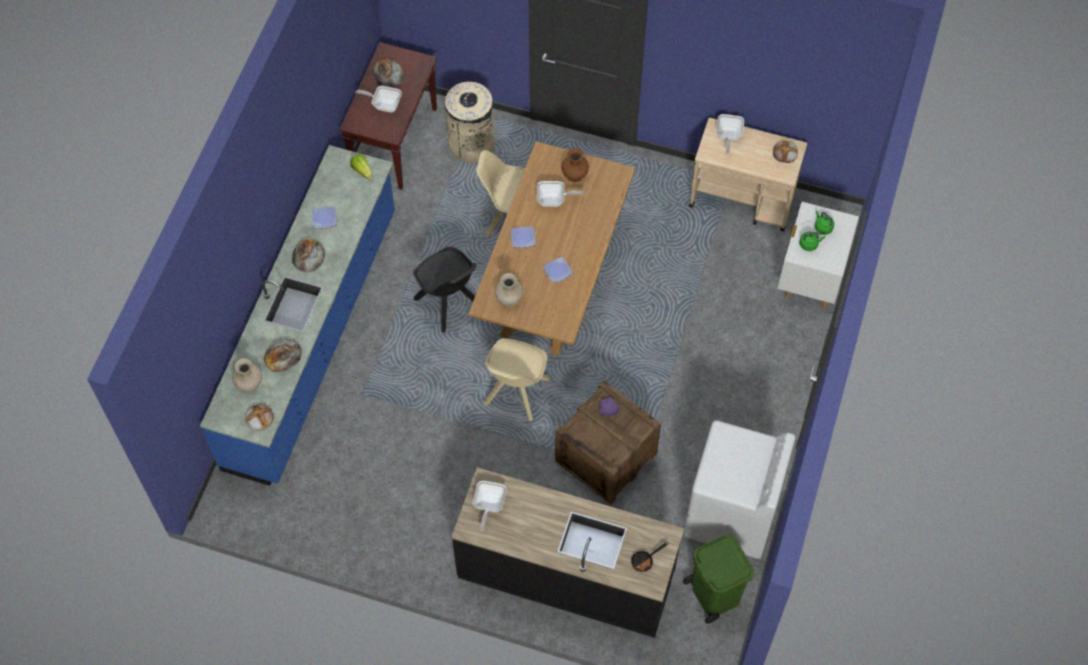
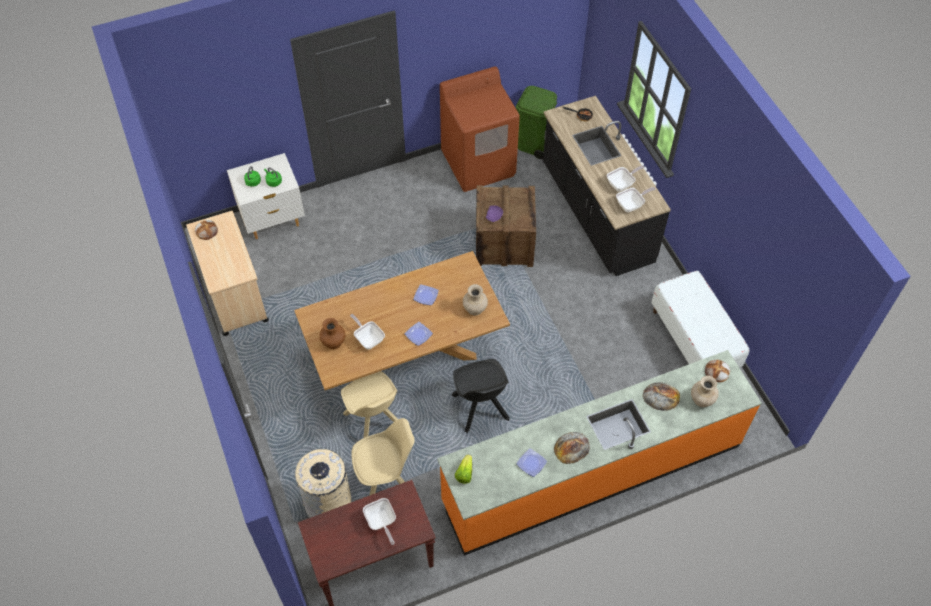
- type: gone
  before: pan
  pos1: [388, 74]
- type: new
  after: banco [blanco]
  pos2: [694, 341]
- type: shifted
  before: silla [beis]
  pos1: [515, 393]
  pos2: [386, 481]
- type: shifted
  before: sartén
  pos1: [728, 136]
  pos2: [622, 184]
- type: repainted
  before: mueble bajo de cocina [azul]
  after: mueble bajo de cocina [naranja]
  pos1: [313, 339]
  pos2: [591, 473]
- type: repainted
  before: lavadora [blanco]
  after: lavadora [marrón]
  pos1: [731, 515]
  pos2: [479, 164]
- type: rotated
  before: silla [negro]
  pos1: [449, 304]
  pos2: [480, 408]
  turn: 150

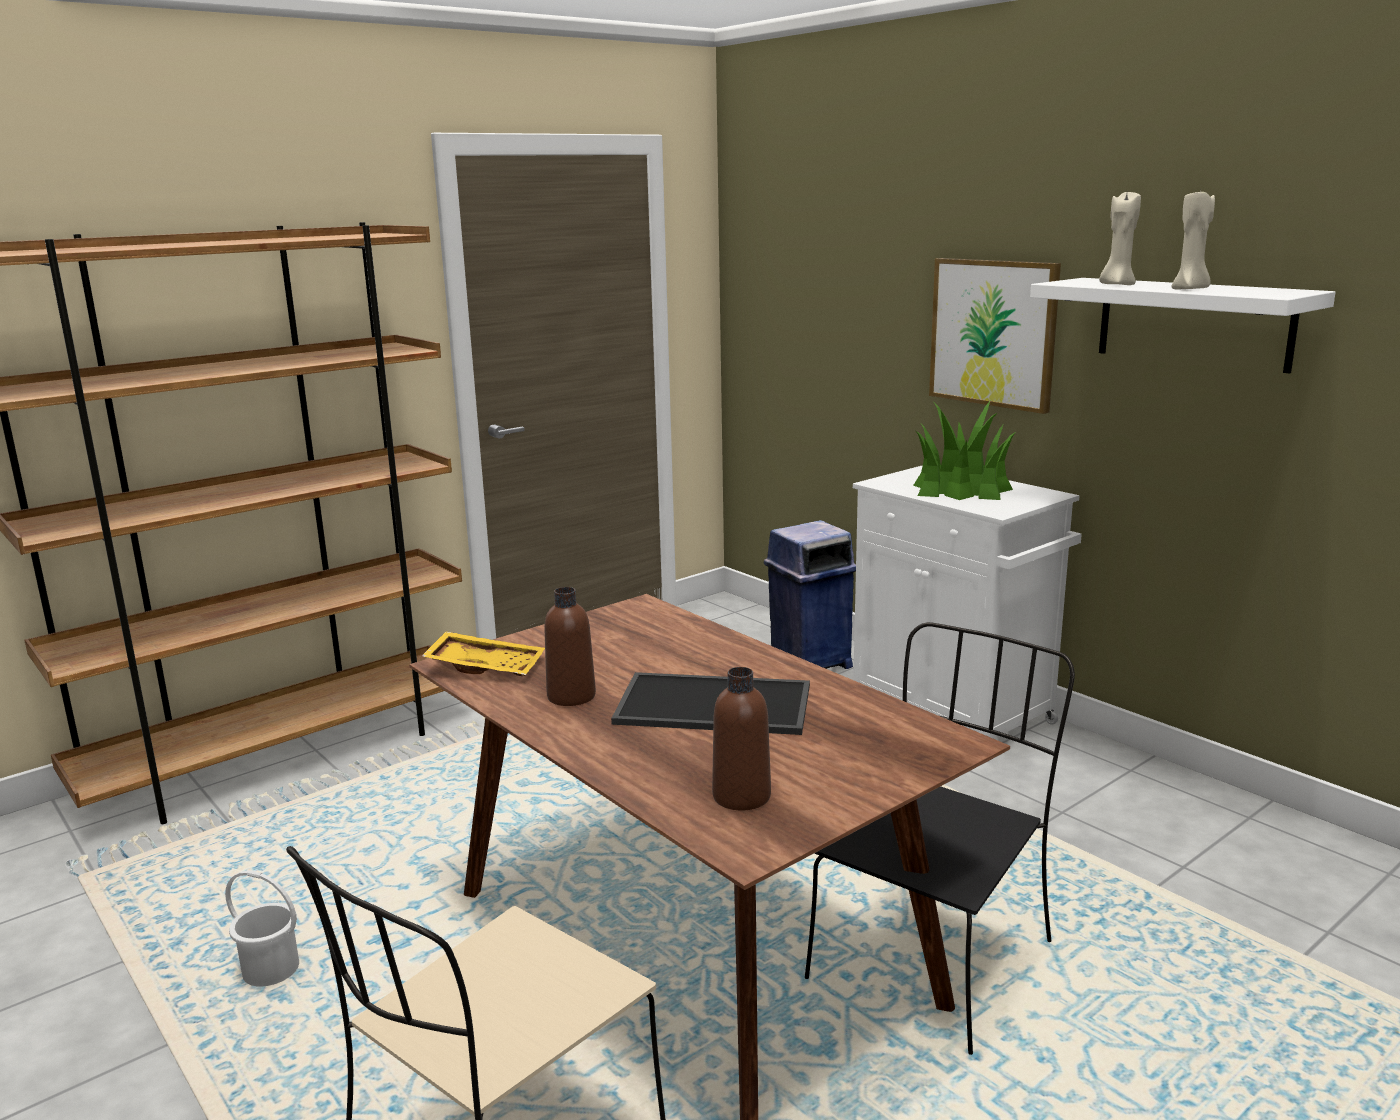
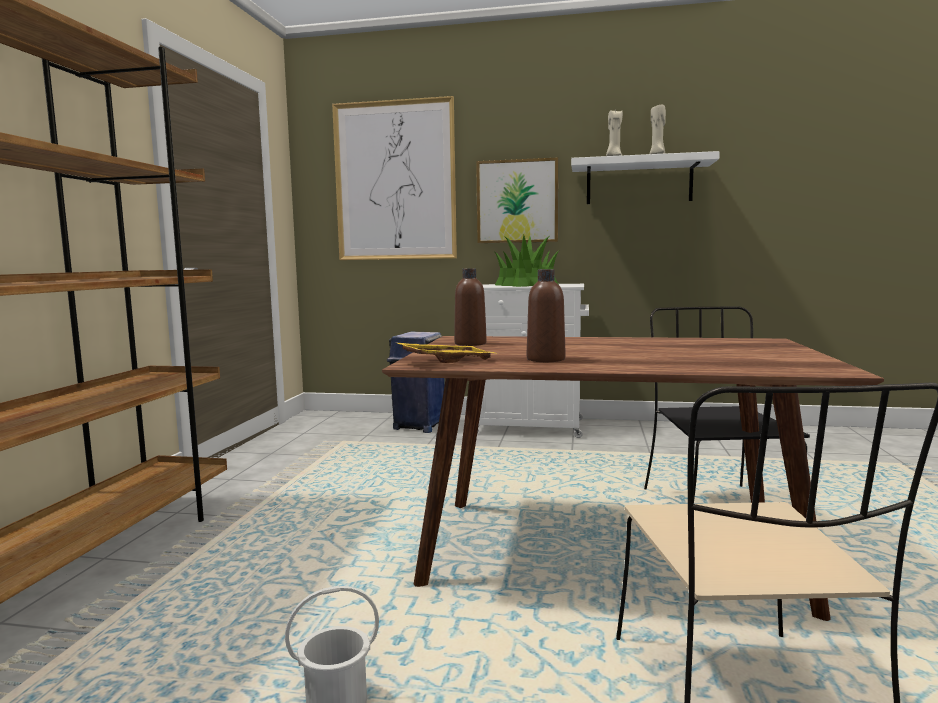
- type: gone
  before: bandeja
  pos1: [711, 706]
- type: new
  after: cuadro
  pos2: [395, 181]
- type: shifted
  before: botella [marrón]
  pos1: [741, 796]
  pos2: [470, 344]

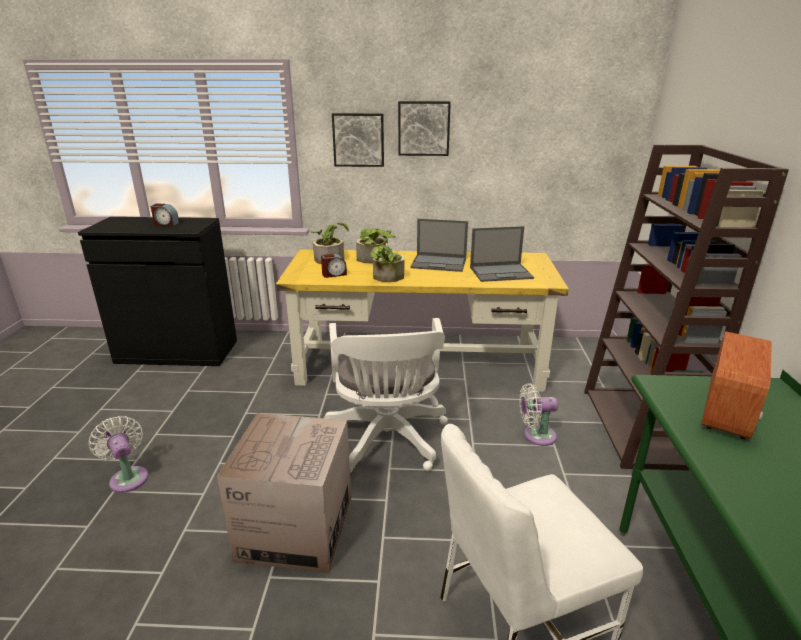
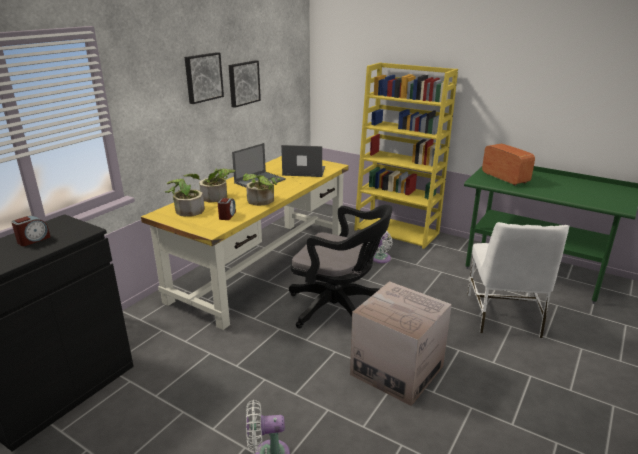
- type: shifted
  before: cuadro
  pos1: [358, 140]
  pos2: [243, 83]
- type: repainted
  before: silla de oficina [blanco]
  after: silla de oficina [negro]
  pos1: [388, 441]
  pos2: [339, 309]
- type: repainted
  before: estantería [marrón]
  after: estantería [amarillo]
  pos1: [636, 428]
  pos2: [397, 231]
- type: rotated
  before: portátil
  pos1: [501, 273]
  pos2: [303, 171]
  turn: -105

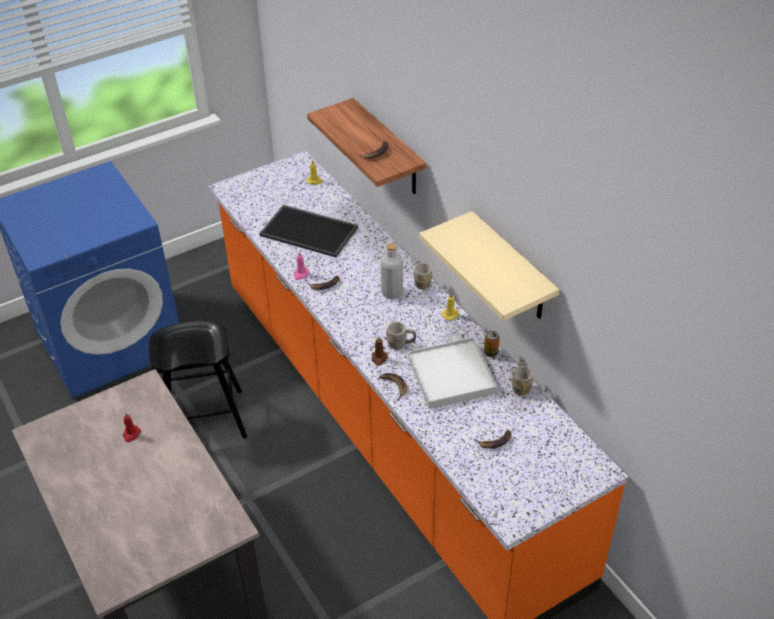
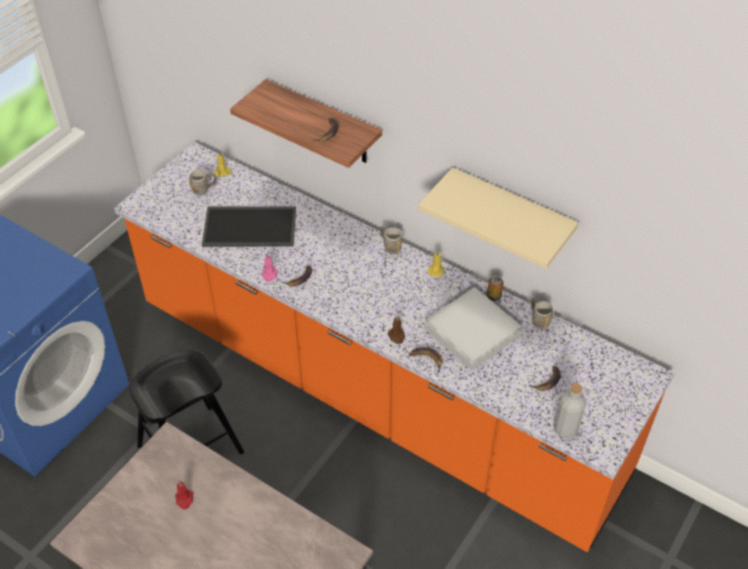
- type: shifted
  before: botella [gris]
  pos1: [392, 292]
  pos2: [565, 429]
- type: shifted
  before: taza grande [gris]
  pos1: [401, 344]
  pos2: [204, 189]

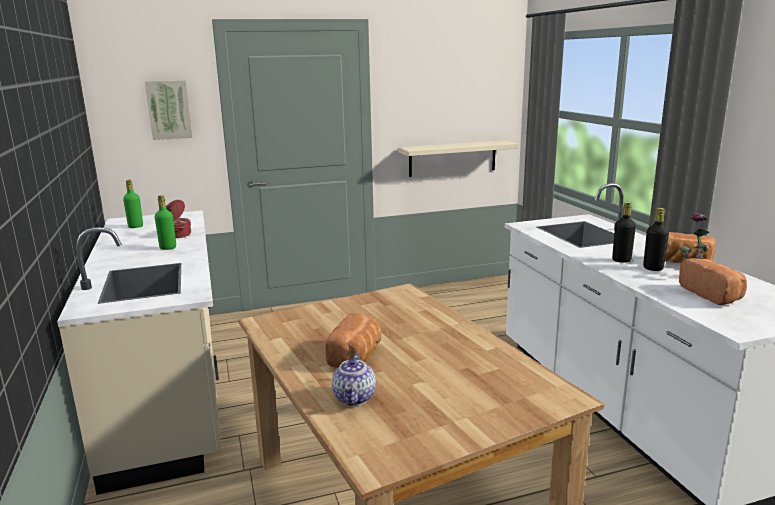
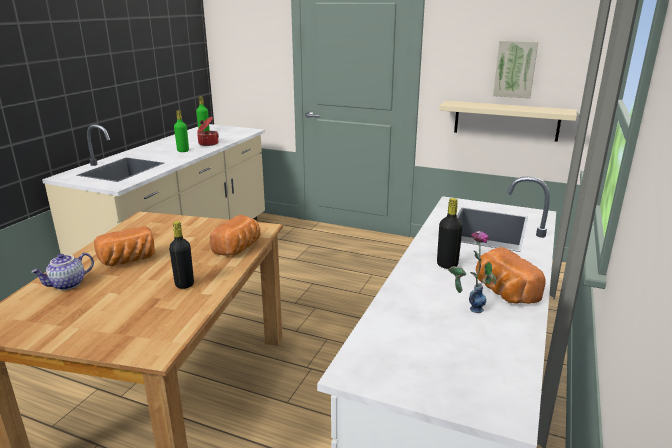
- type: shifted
  before: cuadro
  pos1: [169, 109]
  pos2: [515, 69]
- type: shifted
  before: botella [negro]
  pos1: [653, 268]
  pos2: [184, 284]
- type: shifted
  before: pan
  pos1: [713, 295]
  pos2: [239, 248]

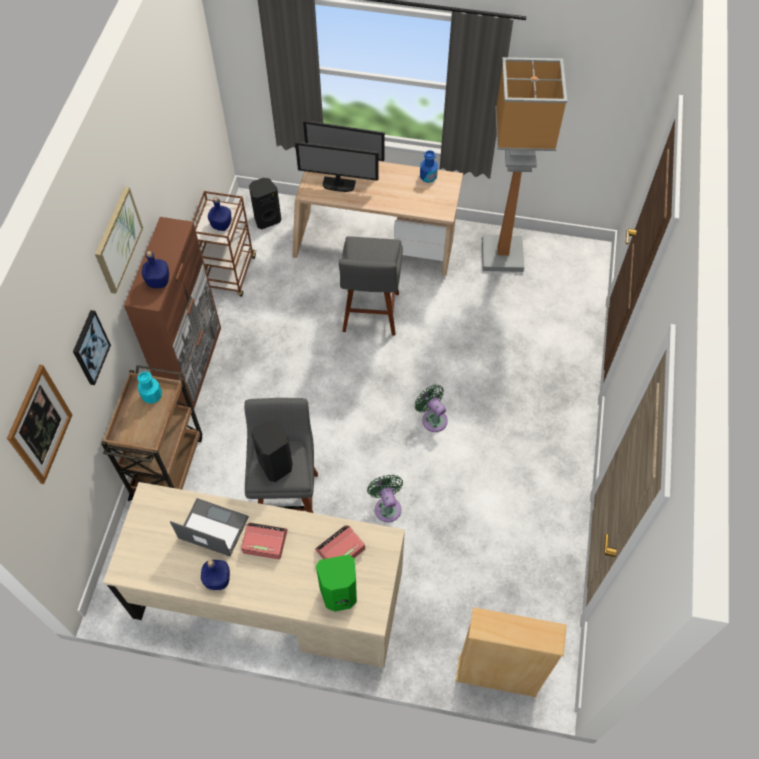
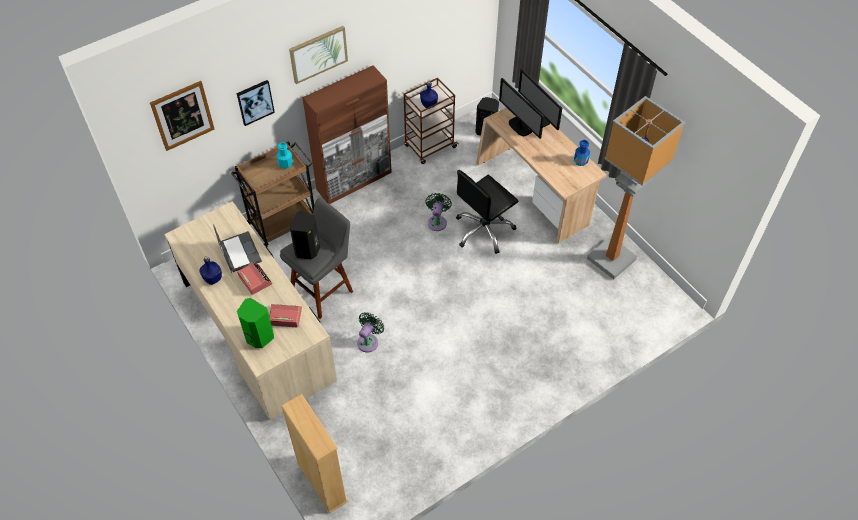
- type: gone
  before: botella [azul]
  pos1: [158, 281]
- type: shifted
  before: ventilador [verde]
  pos1: [432, 418]
  pos2: [437, 221]
- type: swapped
  before: taburete [gris]
  after: silla de oficina [negro]
  pos1: [370, 315]
  pos2: [484, 230]

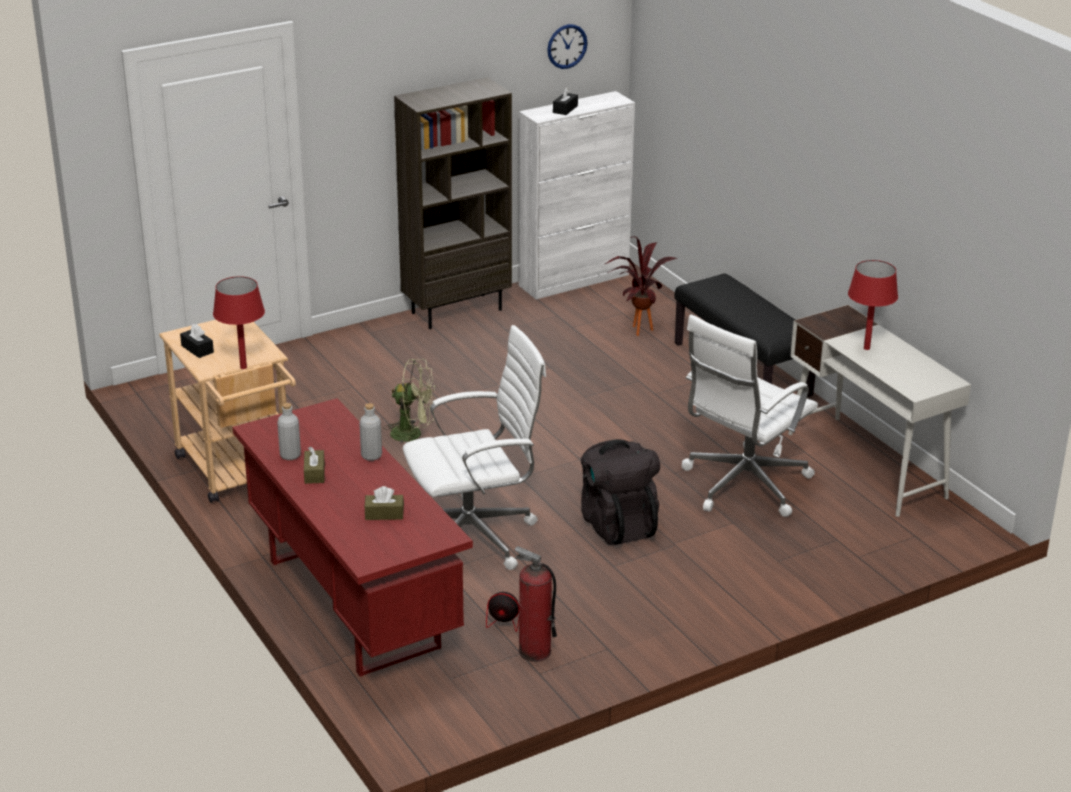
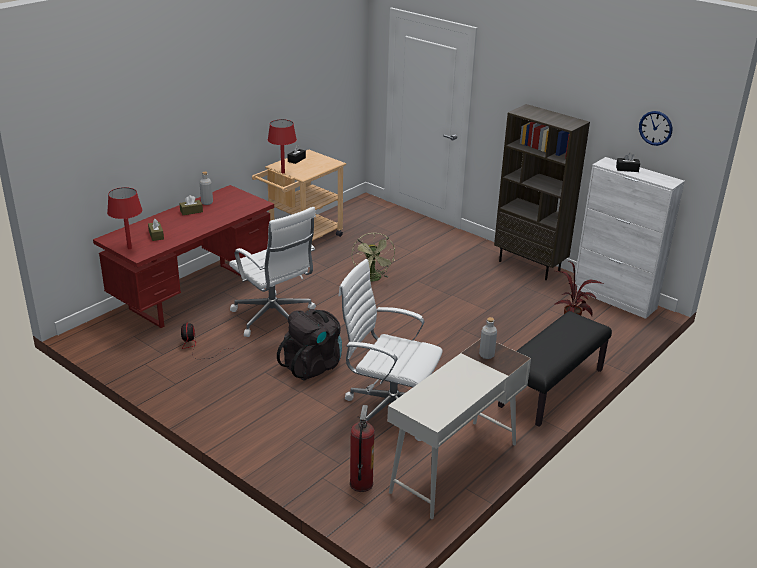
- type: shifted
  before: botella [gris]
  pos1: [371, 456]
  pos2: [486, 355]
- type: shifted
  before: extintor
  pos1: [534, 651]
  pos2: [361, 483]
- type: shifted
  before: lámpara de mesa [rojo]
  pos1: [866, 348]
  pos2: [129, 248]

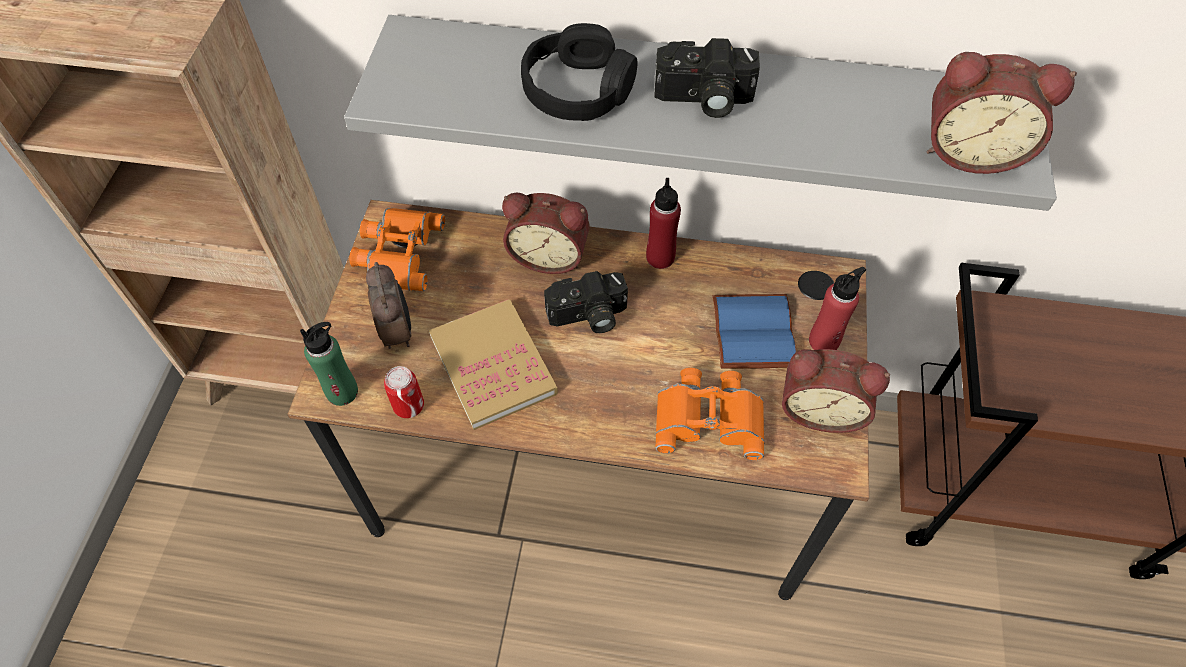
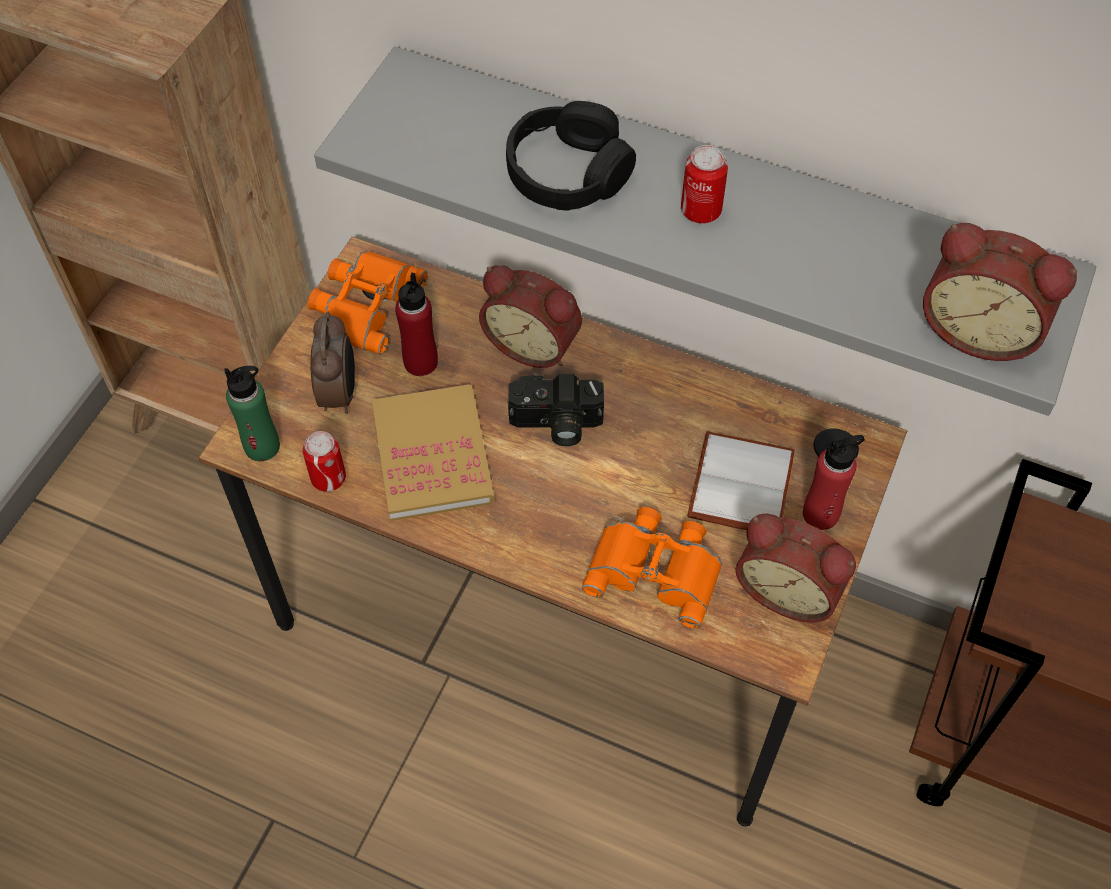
- type: shifted
  before: botella [rojo]
  pos1: [660, 257]
  pos2: [420, 362]
- type: swapped
  before: cámara
  after: lata
  pos1: [703, 100]
  pos2: [700, 211]
- type: repainted
  before: libro [azul]
  after: libro [blanco]
  pos1: [750, 331]
  pos2: [738, 483]

